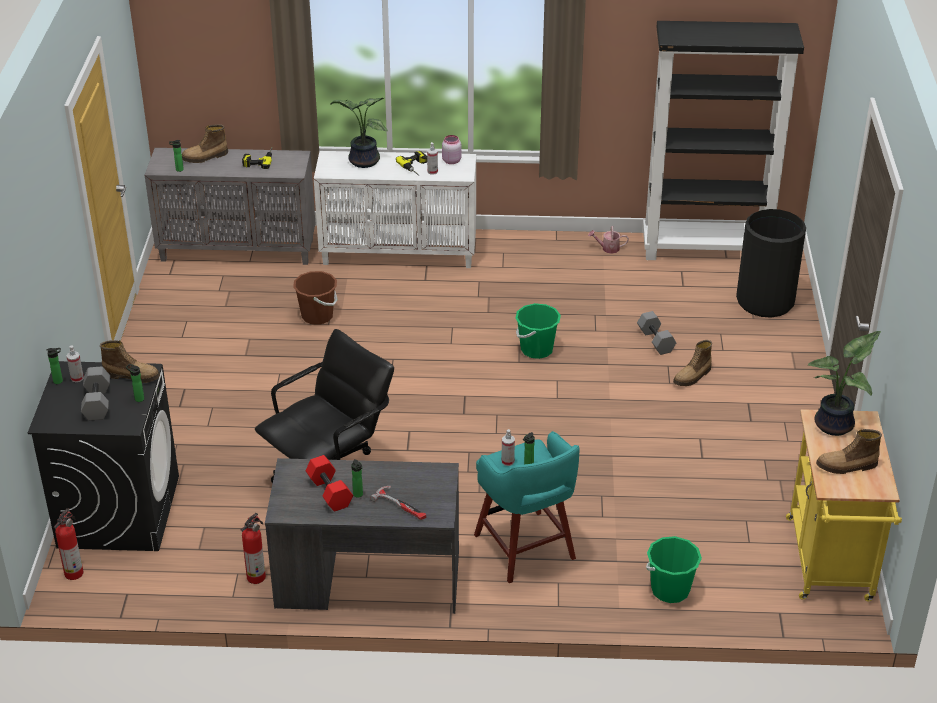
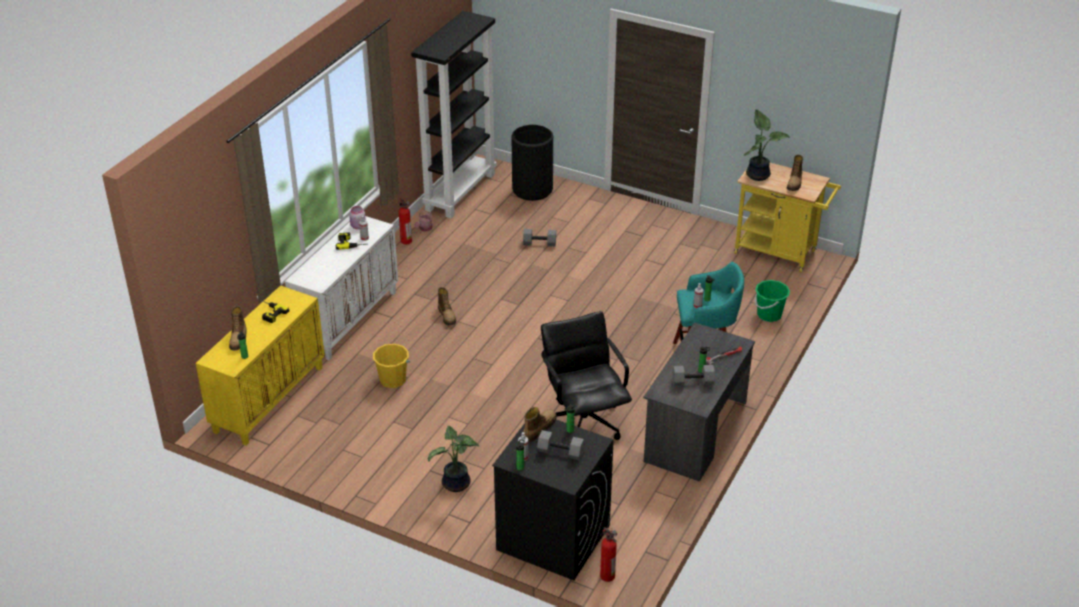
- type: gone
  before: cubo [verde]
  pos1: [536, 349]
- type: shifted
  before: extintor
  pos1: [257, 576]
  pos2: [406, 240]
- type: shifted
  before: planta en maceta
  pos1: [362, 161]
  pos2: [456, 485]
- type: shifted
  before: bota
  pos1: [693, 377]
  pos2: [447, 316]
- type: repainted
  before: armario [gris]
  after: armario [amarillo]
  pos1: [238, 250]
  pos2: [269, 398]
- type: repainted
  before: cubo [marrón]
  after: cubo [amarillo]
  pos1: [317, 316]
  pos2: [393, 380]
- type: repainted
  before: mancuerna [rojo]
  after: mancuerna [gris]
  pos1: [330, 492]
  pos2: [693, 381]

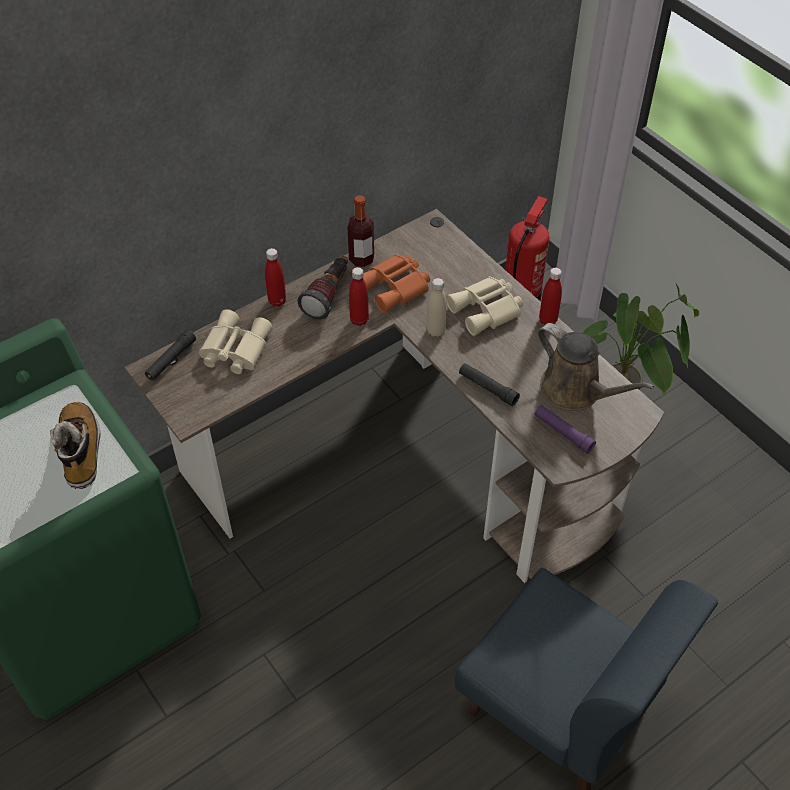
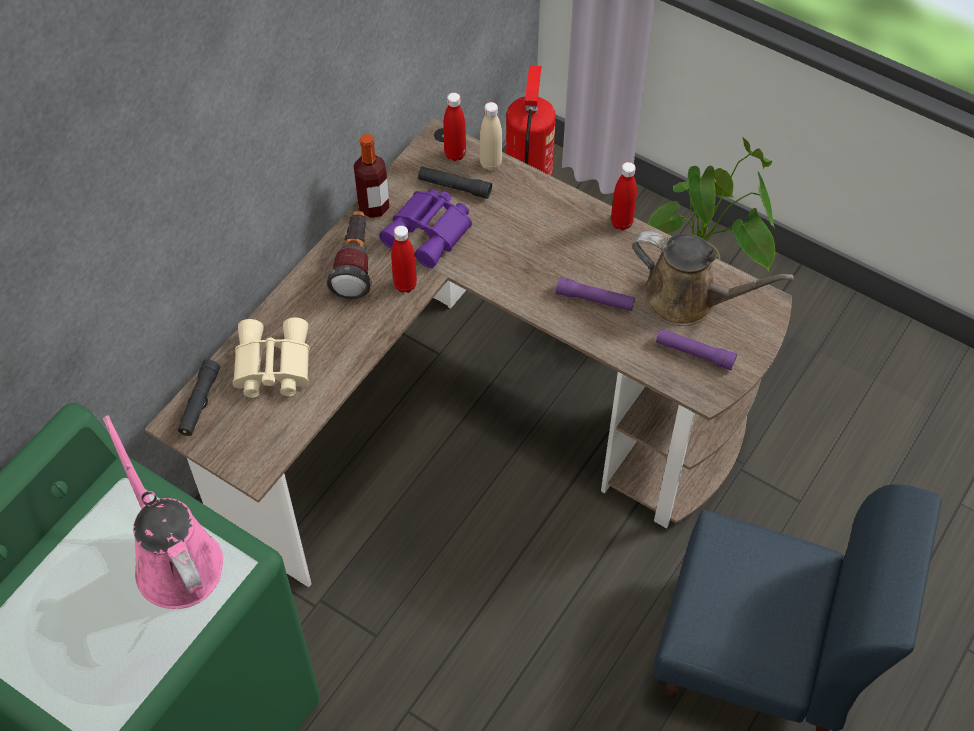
- type: gone
  before: prismáticos [beis]
  pos1: [487, 311]
- type: new
  after: linterna [morado]
  pos2: [595, 300]
- type: shifted
  before: botella [rojo]
  pos1: [277, 301]
  pos2: [455, 154]
- type: shifted
  before: botella [beis]
  pos1: [435, 331]
  pos2: [490, 164]
- type: shifted
  before: linterna [negro]
  pos1: [488, 388]
  pos2: [454, 187]
- type: swapped
  before: bota
  after: regadera [rosa]
  pos1: [81, 451]
  pos2: [174, 559]
- type: repainted
  before: prismáticos [naranja]
  after: prismáticos [morado]
  pos1: [396, 288]
  pos2: [430, 232]

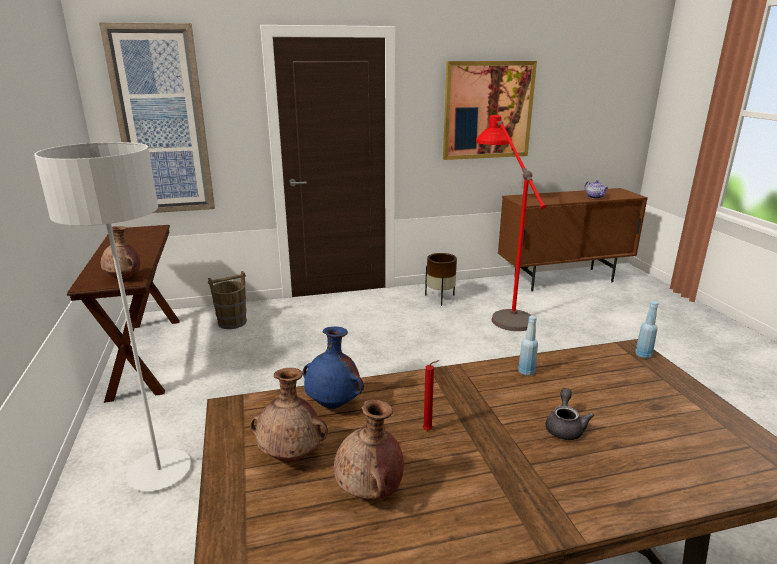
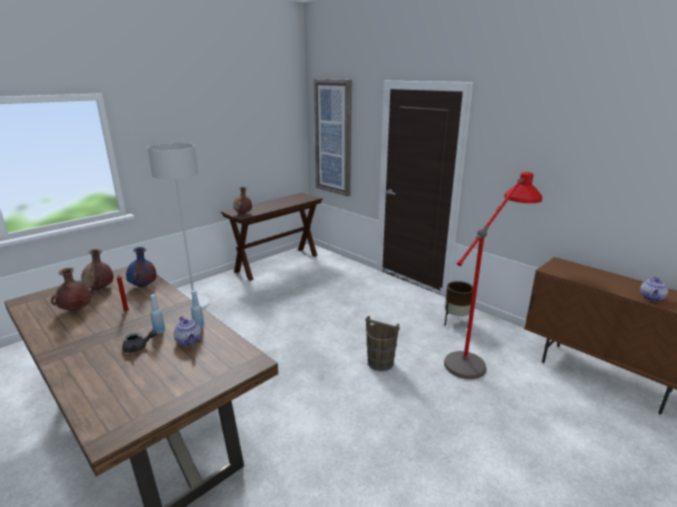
- type: gone
  before: cuadro
  pos1: [488, 110]
- type: new
  after: tetera
  pos2: [189, 341]
- type: shifted
  before: cubo [marrón]
  pos1: [232, 322]
  pos2: [380, 362]
- type: shifted
  before: botella [azul]
  pos1: [643, 355]
  pos2: [159, 331]

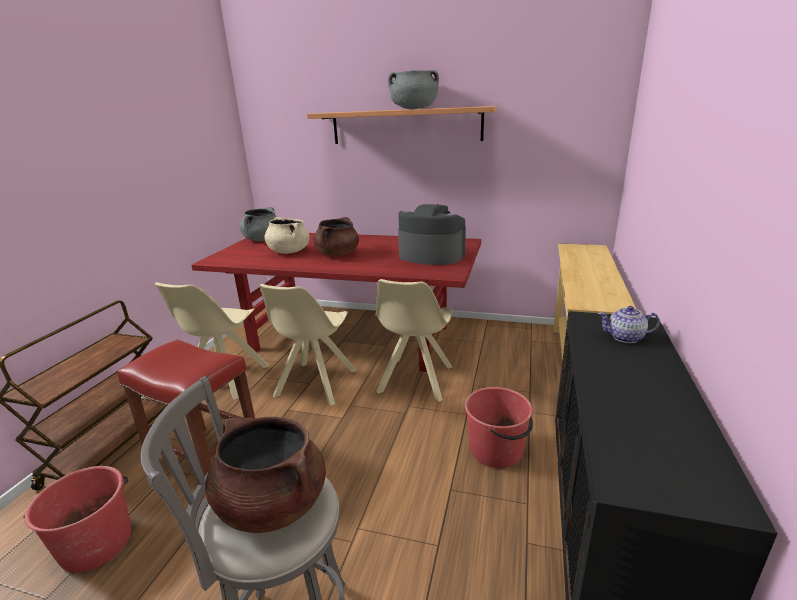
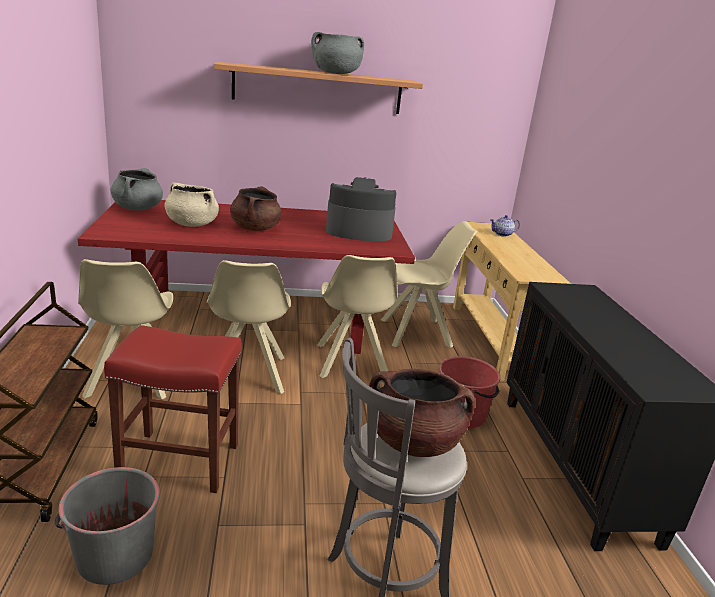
- type: new
  after: silla [beis]
  pos2: [418, 333]
- type: shifted
  before: tetera
  pos1: [625, 337]
  pos2: [503, 234]
- type: repainted
  before: cubo [rojo]
  after: cubo [gris]
  pos1: [96, 543]
  pos2: [114, 555]

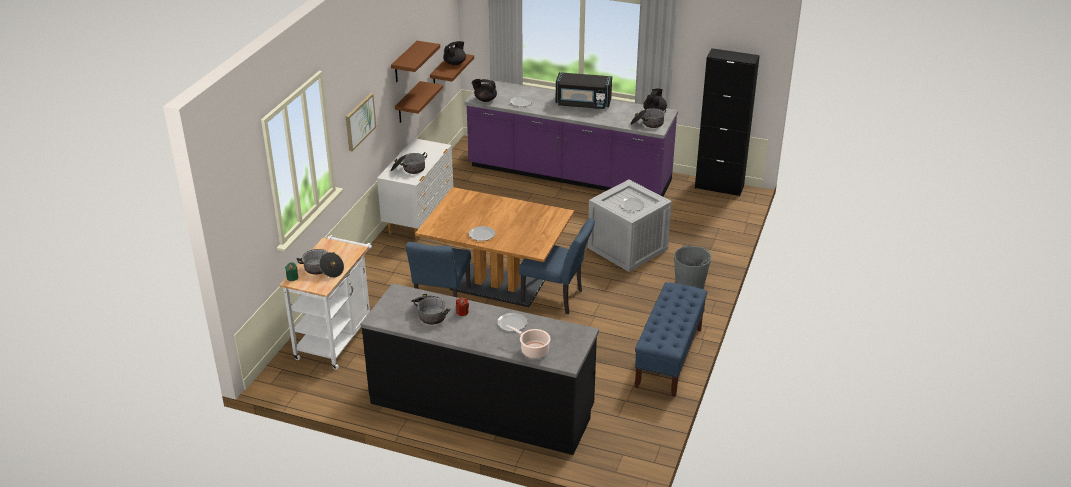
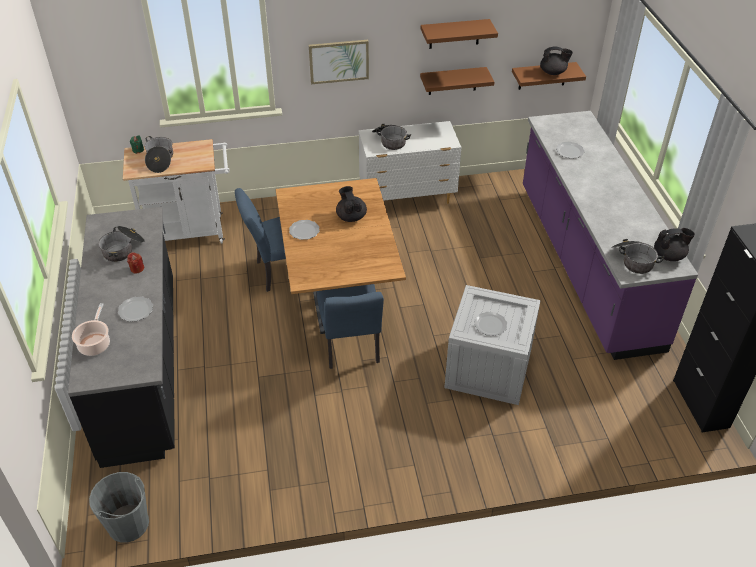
- type: gone
  before: microondas [negro]
  pos1: [583, 103]
- type: gone
  before: banco [azul]
  pos1: [669, 357]
- type: shifted
  before: tetera [negro]
  pos1: [485, 100]
  pos2: [351, 217]
- type: shifted
  before: cubo [gris]
  pos1: [690, 286]
  pos2: [128, 524]

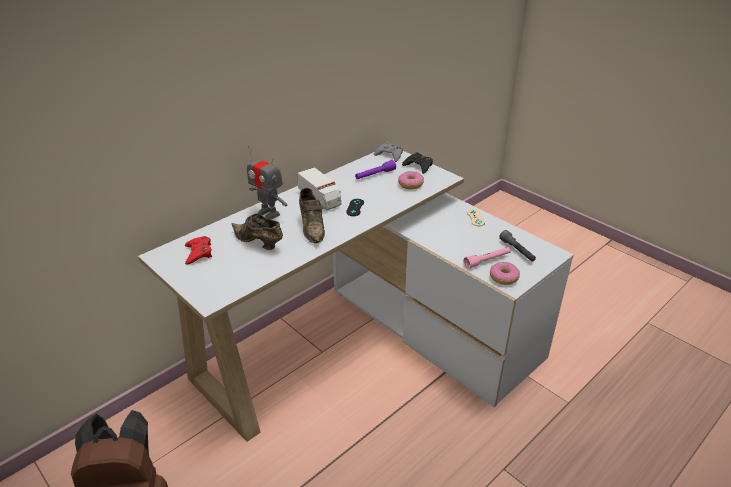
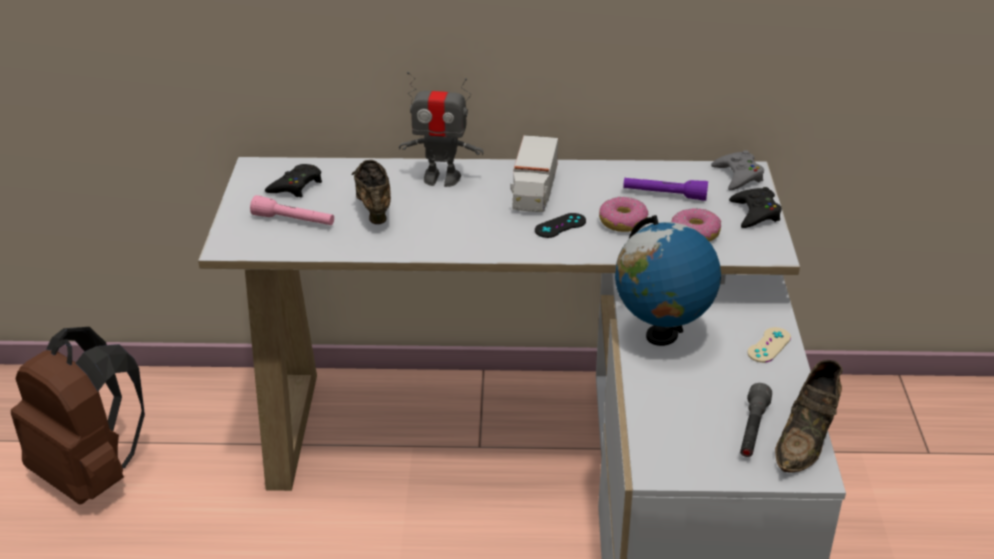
- type: new
  after: globo terráqueo
  pos2: [661, 336]
- type: shifted
  before: zapato [marrón]
  pos1: [312, 227]
  pos2: [807, 437]
- type: shifted
  before: linterna [rosa]
  pos1: [487, 261]
  pos2: [294, 221]
- type: shifted
  before: rosquilla
  pos1: [504, 277]
  pos2: [622, 222]
- type: repainted
  before: mando de consola [rojo]
  after: mando de consola [negro]
  pos1: [198, 253]
  pos2: [296, 186]
- type: rotated
  before: robot de juguete
  pos1: [268, 213]
  pos2: [441, 178]
  turn: -75

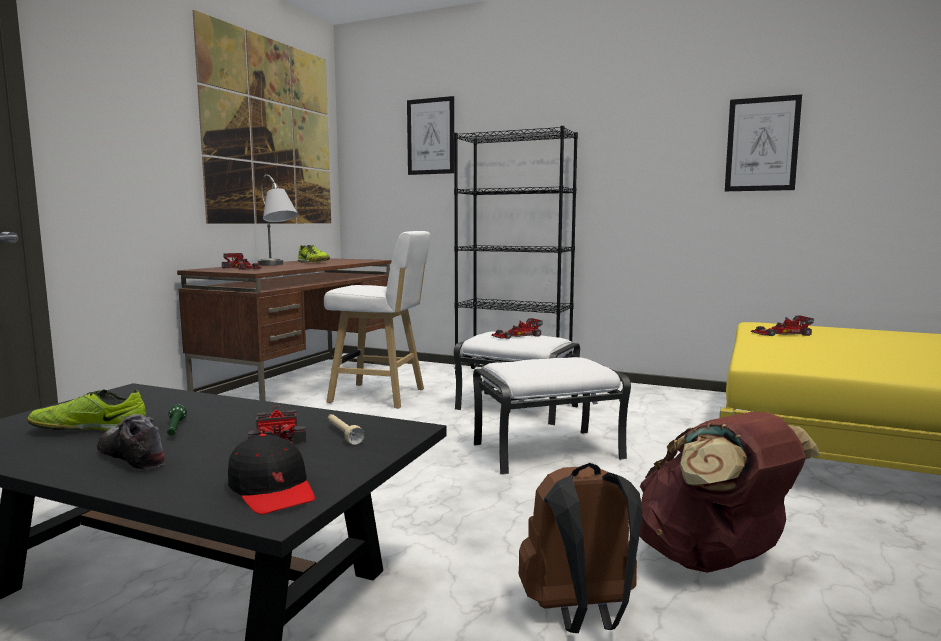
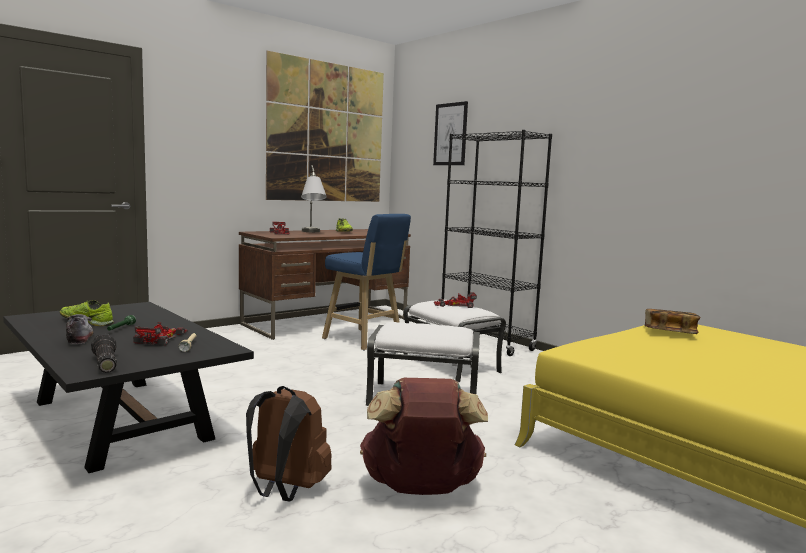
- type: gone
  before: cuadro
  pos1: [762, 144]
- type: swapped
  before: gorra [negro]
  after: linterna
  pos1: [272, 490]
  pos2: [104, 363]
- type: swapped
  before: coche de juguete
  after: libro
  pos1: [781, 333]
  pos2: [669, 333]
- type: repainted
  before: taburete [blanco]
  after: taburete [azul]
  pos1: [381, 396]
  pos2: [364, 340]

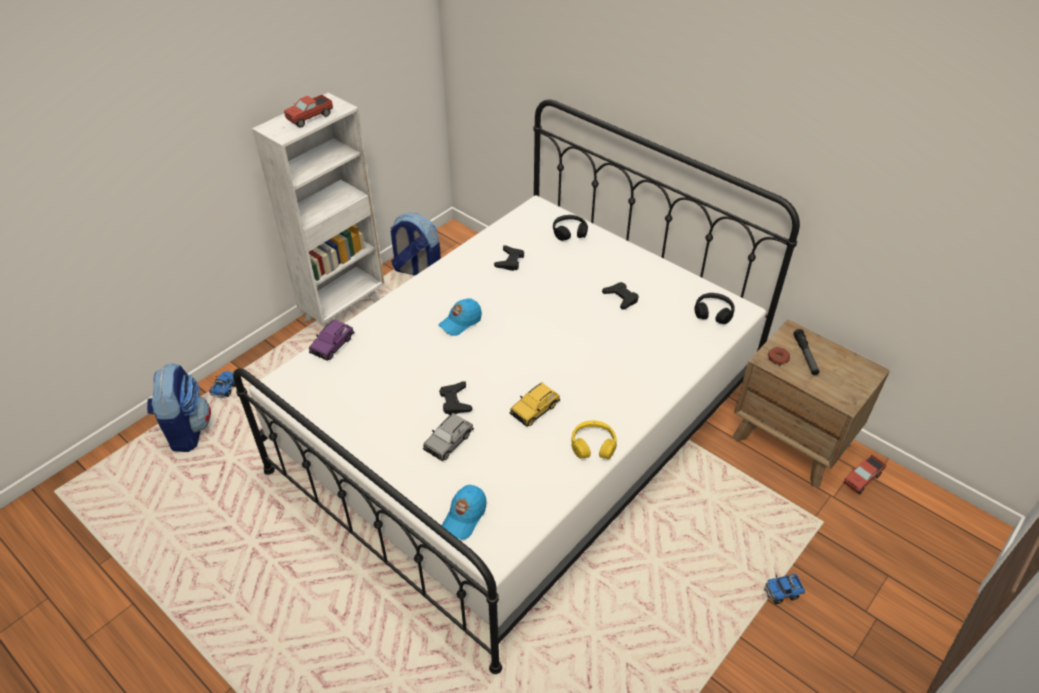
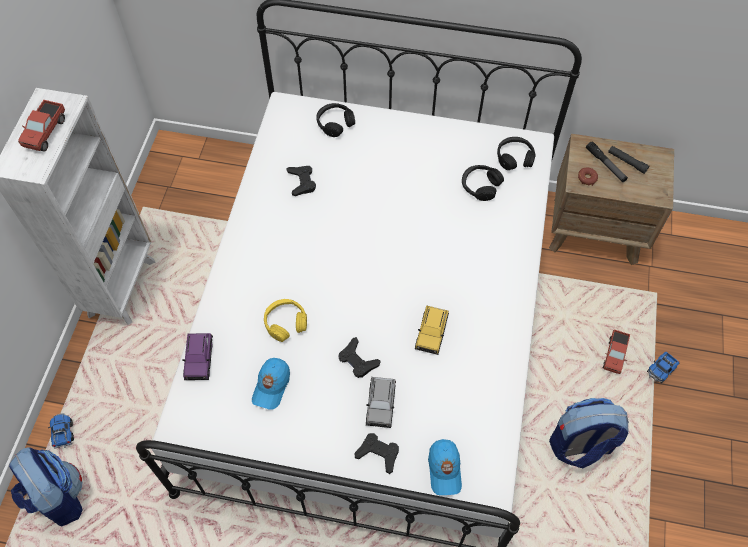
- type: new
  after: auriculares [negro]
  pos2: [480, 186]
- type: new
  after: linterna [negro]
  pos2: [627, 162]
- type: shifted
  before: mochila
  pos1: [417, 272]
  pos2: [580, 445]
- type: shifted
  before: gorra [azul]
  pos1: [460, 322]
  pos2: [271, 386]
- type: shifted
  before: auriculares [amarillo]
  pos1: [593, 445]
  pos2: [285, 322]
- type: shifted
  before: mando de consola [negro]
  pos1: [621, 298]
  pos2: [378, 453]
- type: shifted
  before: camión de juguete
  pos1: [862, 479]
  pos2: [614, 355]

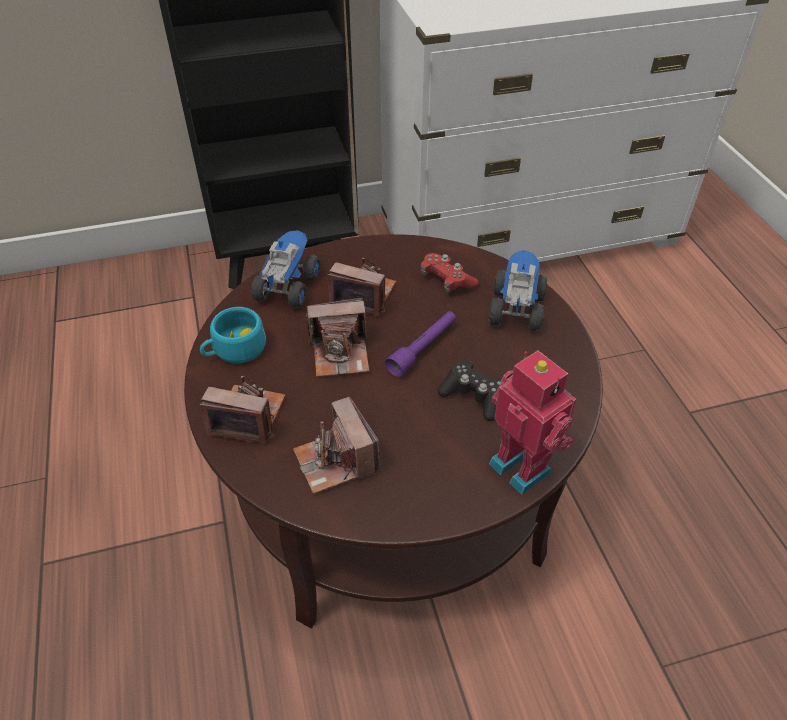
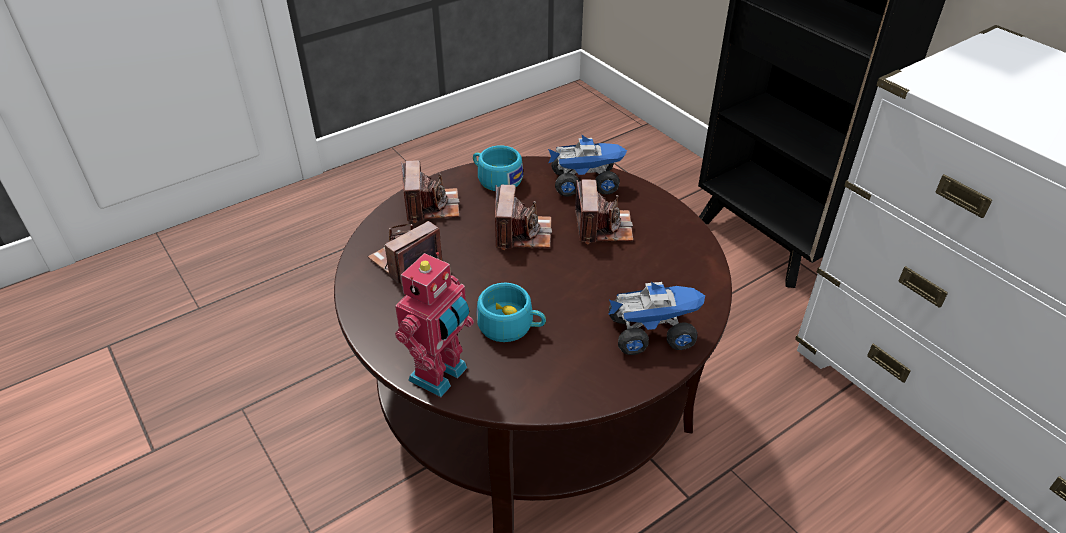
- type: gone
  before: linterna [morado]
  pos1: [423, 349]
- type: gone
  before: mando de consola [rojo]
  pos1: [447, 280]
- type: swapped
  before: mando de consola [negro]
  after: taza [turquesa]
  pos1: [474, 396]
  pos2: [511, 326]
- type: rotated
  before: cámara
  pos1: [340, 353]
  pos2: [522, 233]
  turn: -150

